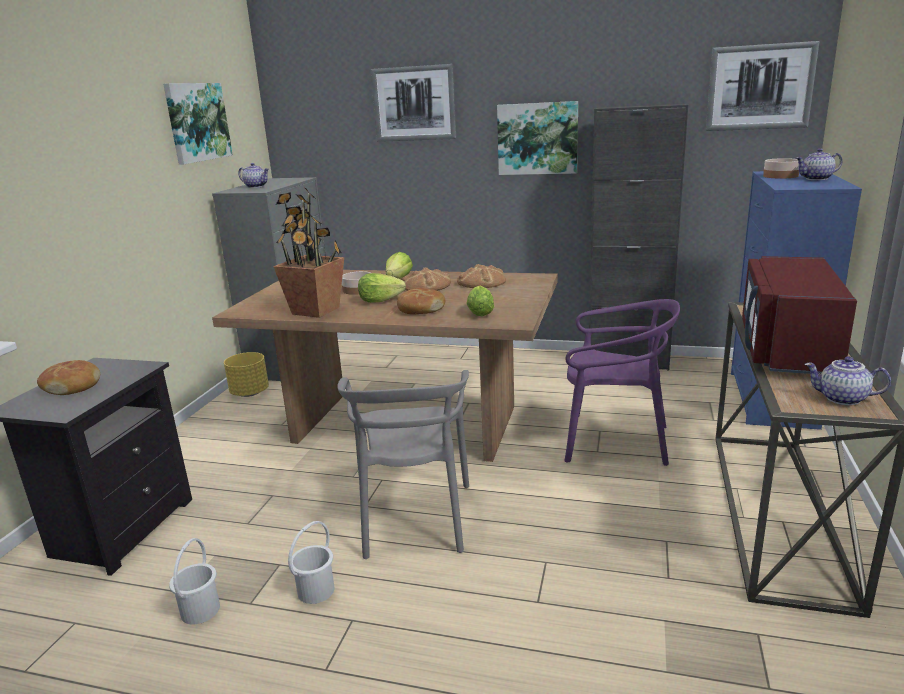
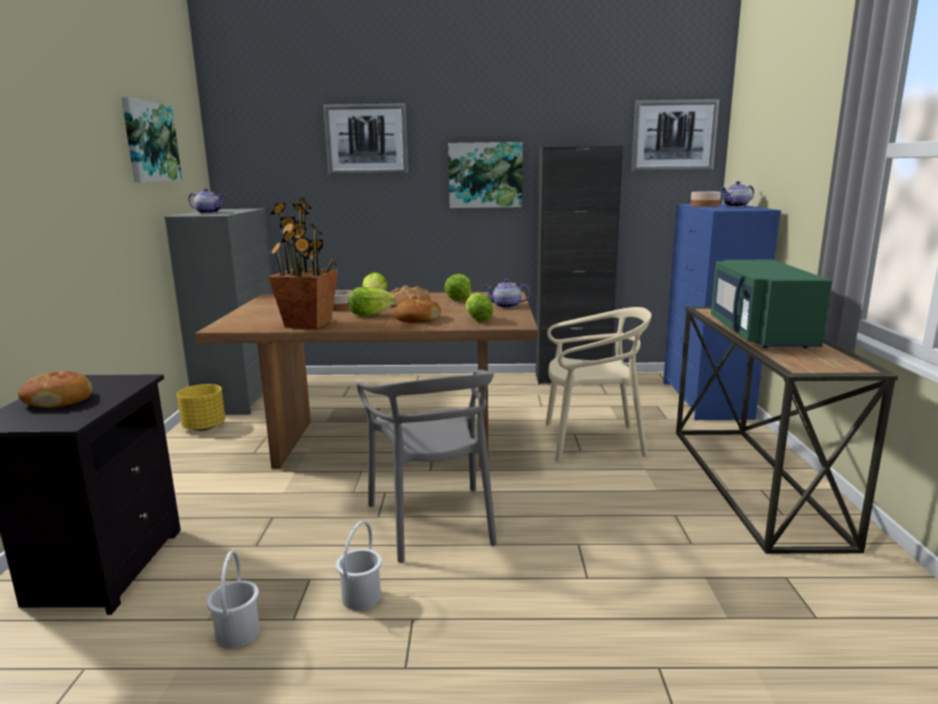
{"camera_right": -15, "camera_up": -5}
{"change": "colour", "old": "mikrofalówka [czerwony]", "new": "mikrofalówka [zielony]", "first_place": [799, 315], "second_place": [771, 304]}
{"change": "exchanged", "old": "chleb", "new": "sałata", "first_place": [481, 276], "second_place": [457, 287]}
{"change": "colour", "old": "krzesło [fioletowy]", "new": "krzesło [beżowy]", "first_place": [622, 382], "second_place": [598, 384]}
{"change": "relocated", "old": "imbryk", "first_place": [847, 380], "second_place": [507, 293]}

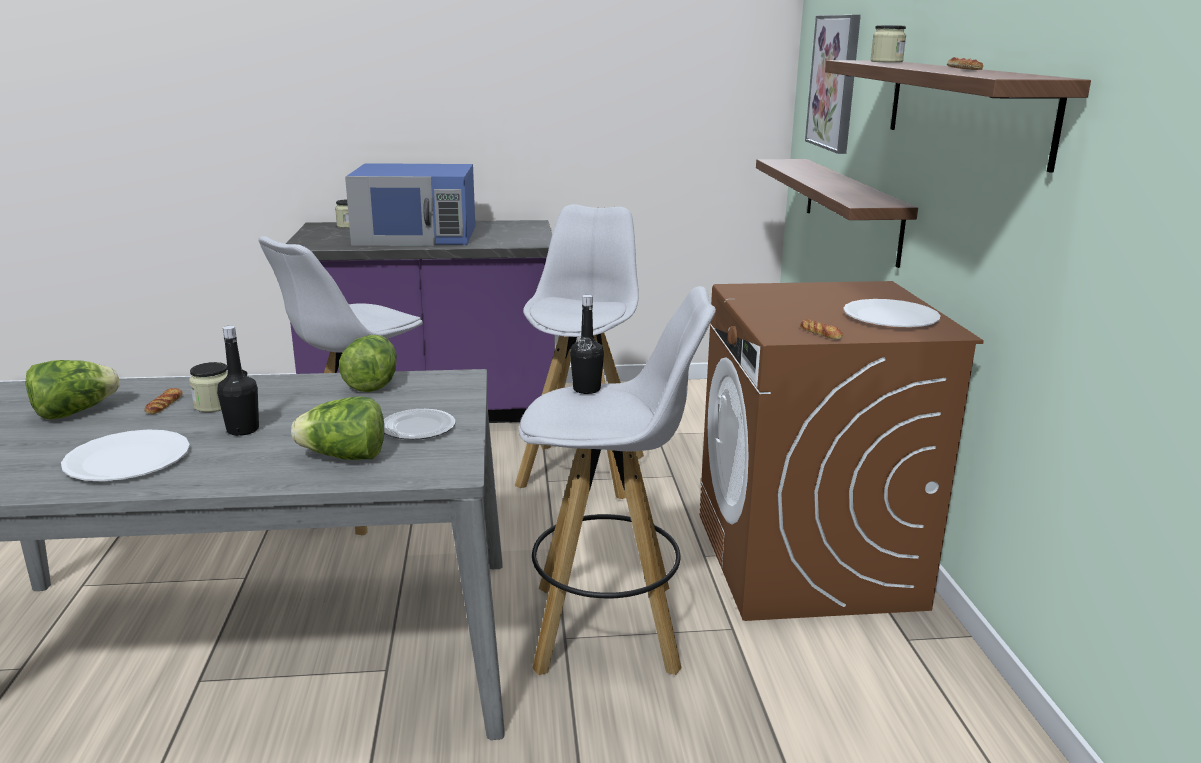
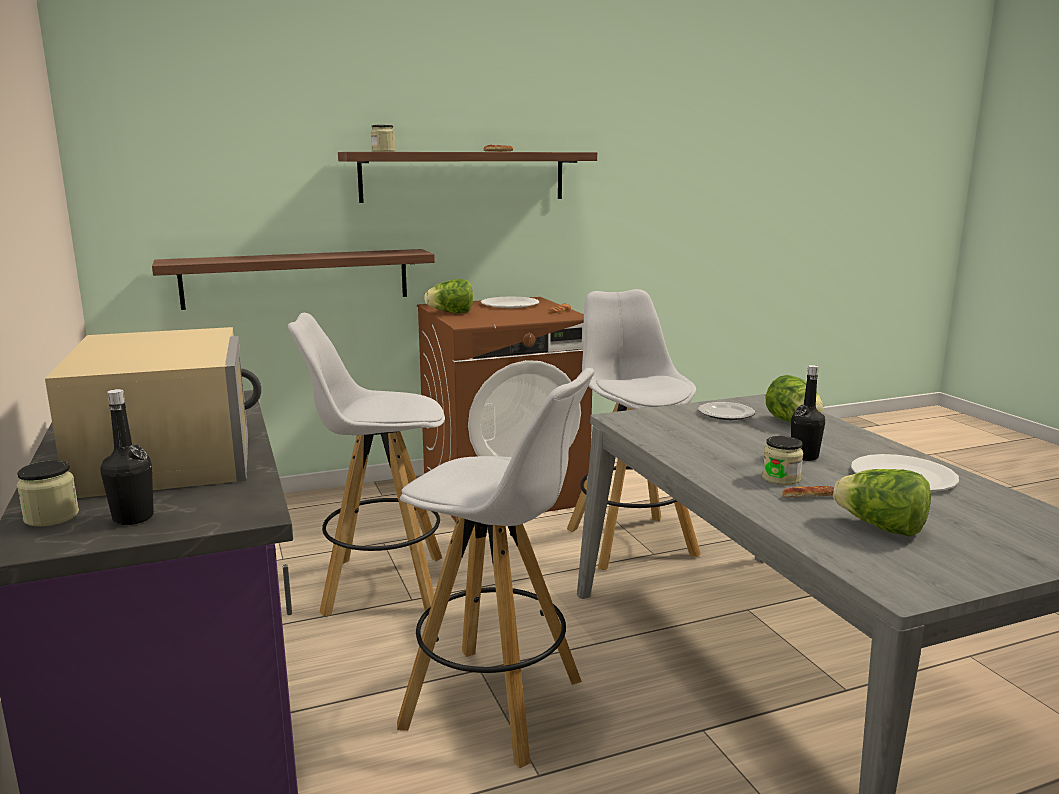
{"camera_right": -105, "camera_up": -5}
{"change": "missing", "old": "obraz", "first_place": [833, 84]}
{"change": "colour", "old": "mikrofalówka [niebieski]", "new": "mikrofalówka [beżowy]", "first_place": [410, 204], "second_place": [153, 412]}
{"change": "relocated", "old": "butelka [czarny]", "first_place": [587, 344], "second_place": [127, 457]}
{"change": "relocated", "old": "sałata", "first_place": [368, 363], "second_place": [448, 296]}

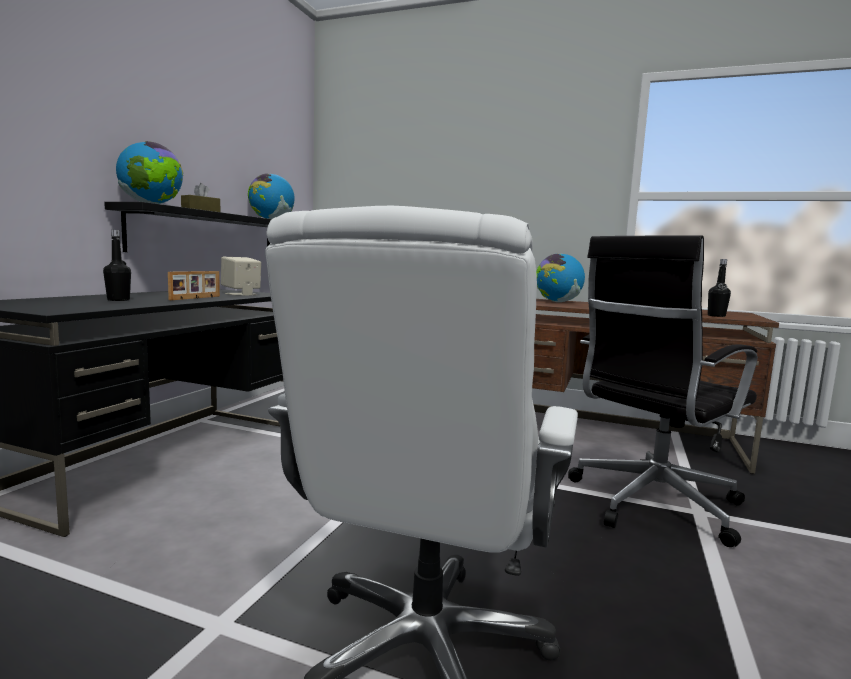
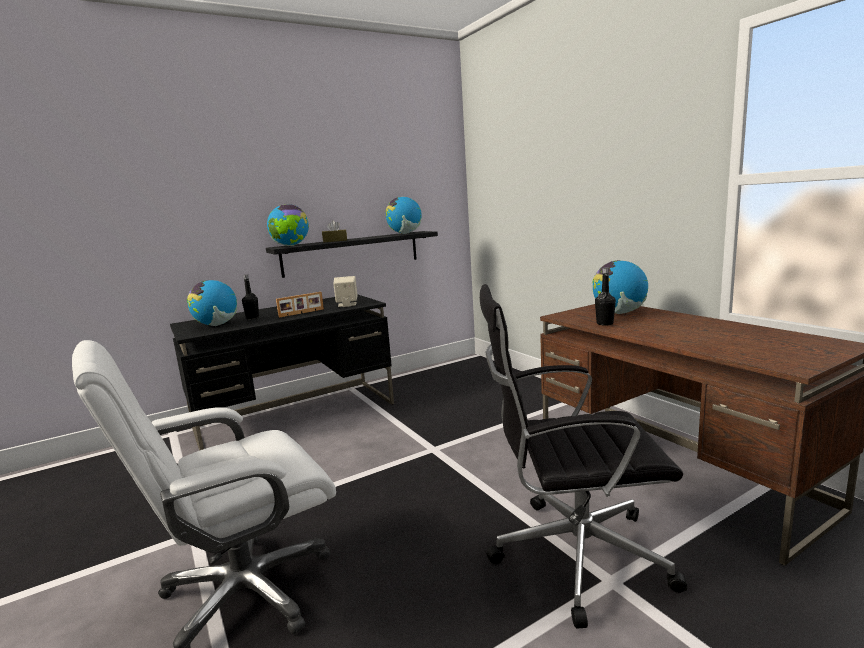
{"camera_right": 40, "camera_up": 5}
{"change": "relocated", "old": "butelka [czarny]", "first_place": [719, 288], "second_place": [605, 296]}
{"change": "appeared", "new": "globus", "second_place": [212, 303]}

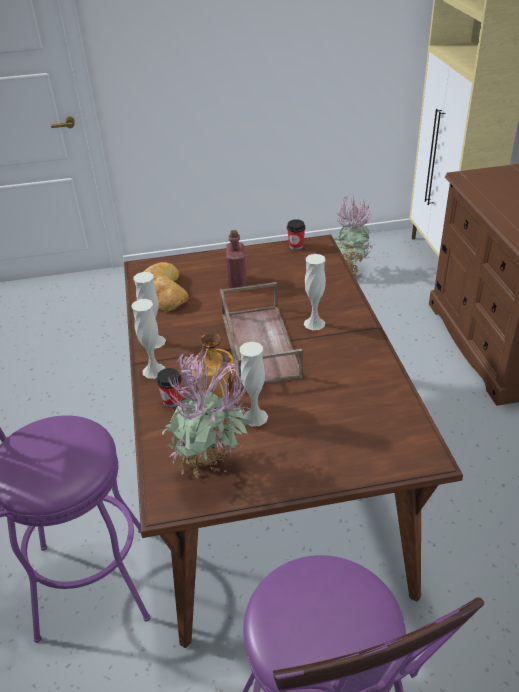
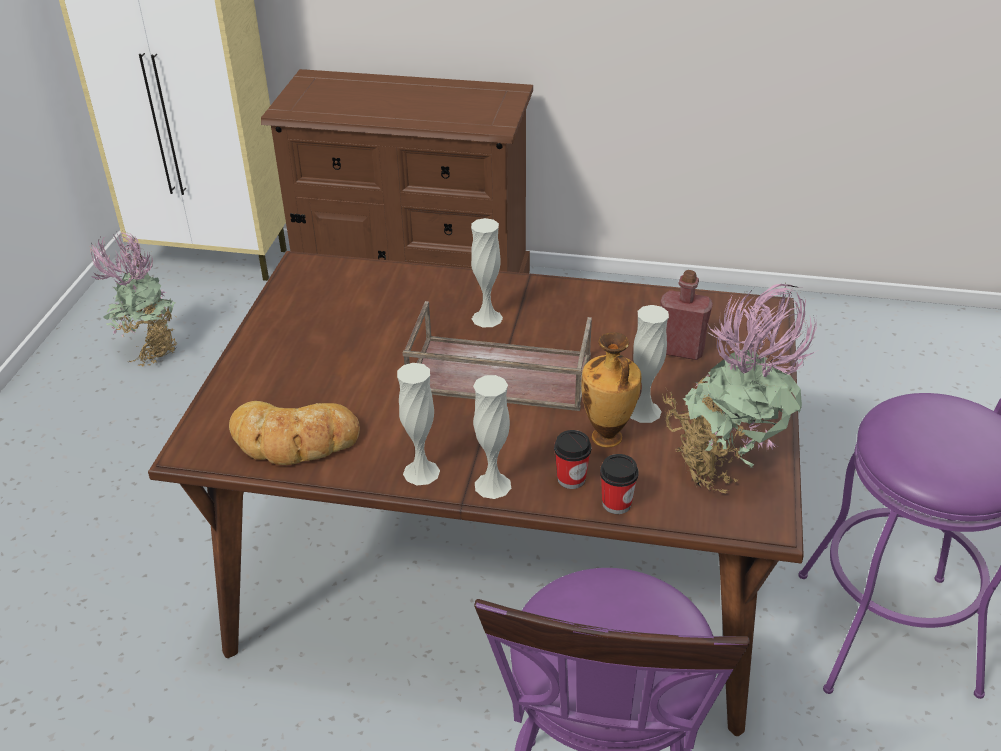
{"camera_right": -70, "camera_up": 0}
{"change": "relocated", "old": "filiżanka", "first_place": [296, 234], "second_place": [619, 484]}
{"change": "relocated", "old": "butelka [czerwony]", "first_place": [236, 259], "second_place": [687, 315]}

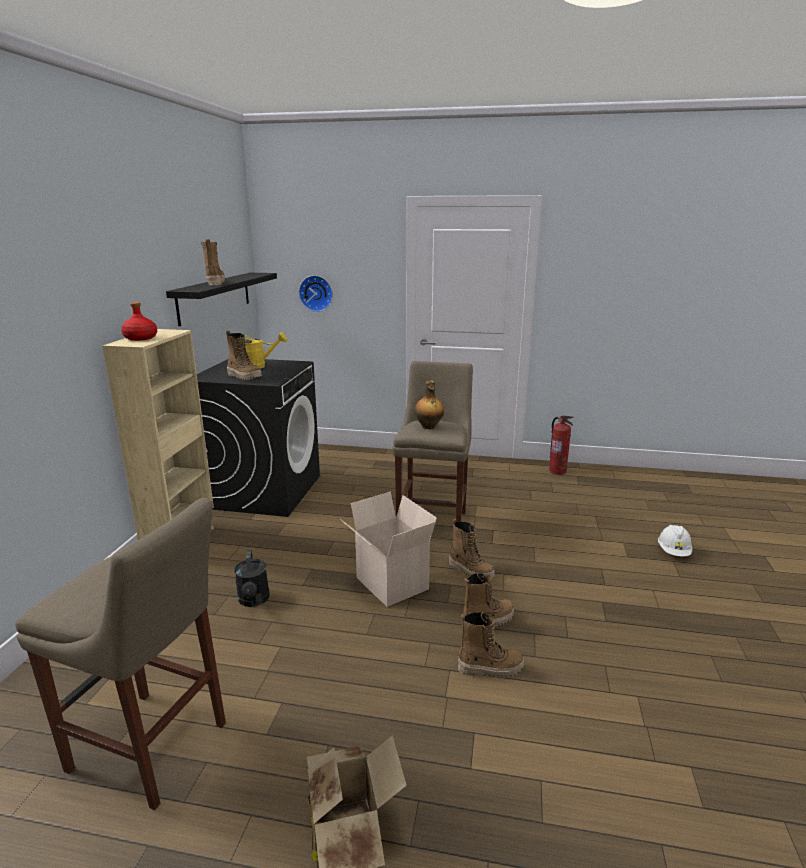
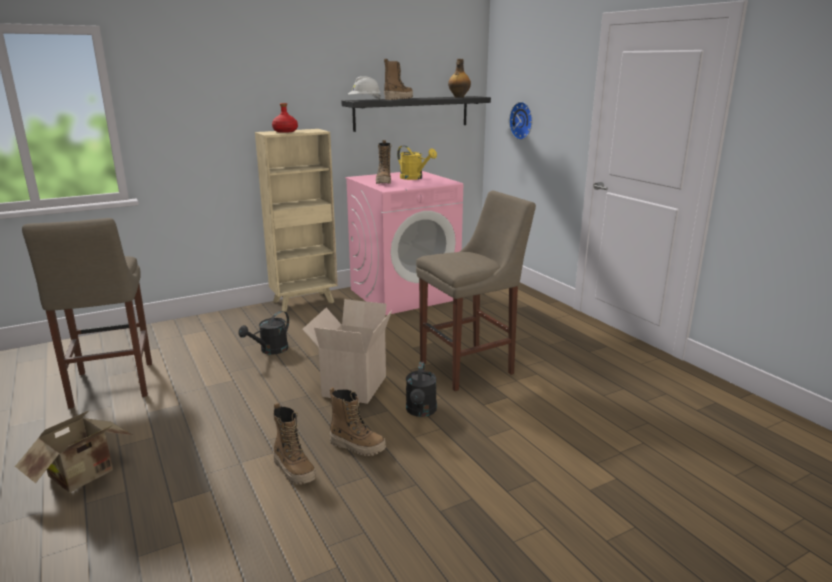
{"camera_right": 50, "camera_up": 0}
{"change": "colour", "old": "pralka [czarny]", "new": "pralka [różowy]", "first_place": [258, 438], "second_place": [404, 243]}
{"change": "relocated", "old": "butelka", "first_place": [429, 405], "second_place": [459, 78]}
{"change": "missing", "old": "gaśnica", "first_place": [561, 445]}
{"change": "exchanged", "old": "but z cholewką", "new": "konewka [czarny]", "first_place": [472, 548], "second_place": [421, 389]}
{"change": "relocated", "old": "kask [biały]", "first_place": [675, 540], "second_place": [364, 88]}

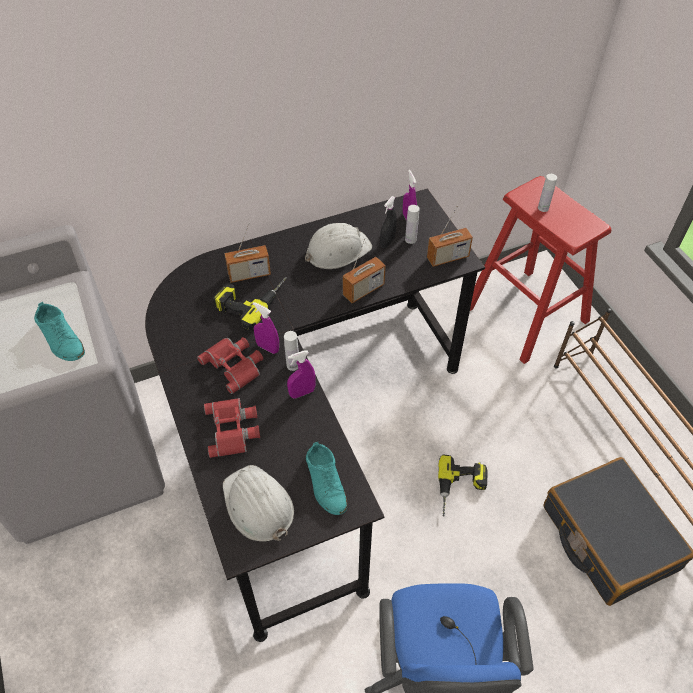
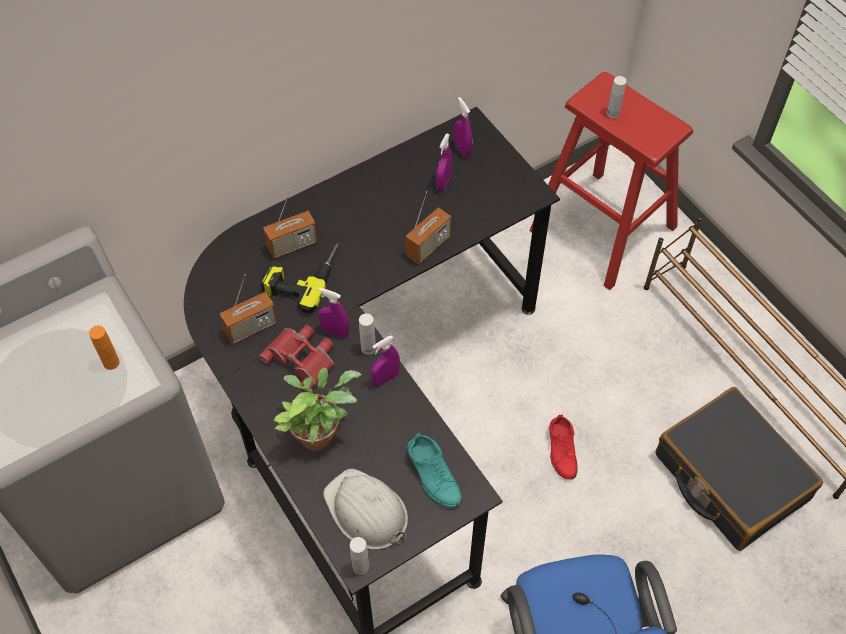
{"camera_right": -10, "camera_up": 5}
{"change": "colour", "old": "spryskiwacz [czarny]", "new": "spryskiwacz [fioletowy]", "first_place": [388, 222], "second_place": [444, 162]}
{"change": "relocated", "old": "butelka [biały]", "first_place": [412, 224], "second_place": [359, 556]}
{"change": "relocated", "old": "radio", "first_place": [450, 236], "second_place": [249, 309]}
{"change": "missing", "old": "kask [biały]", "first_place": [338, 246]}
{"change": "exchanged", "old": "but [turkusowy]", "new": "butelka [pomarańczowy]", "first_place": [59, 331], "second_place": [104, 347]}
{"change": "exchanged", "old": "lornetka [czerwony]", "new": "roślina doniczkowa", "first_place": [232, 428], "second_place": [318, 409]}
{"change": "exchanged", "old": "wiertarka", "new": "but [czerwony]", "first_place": [462, 485], "second_place": [563, 447]}

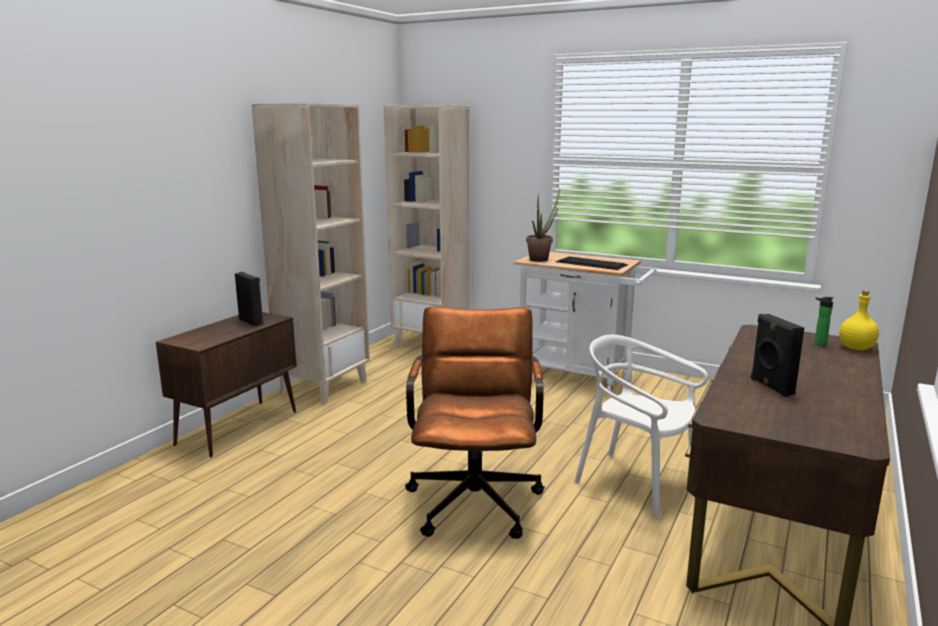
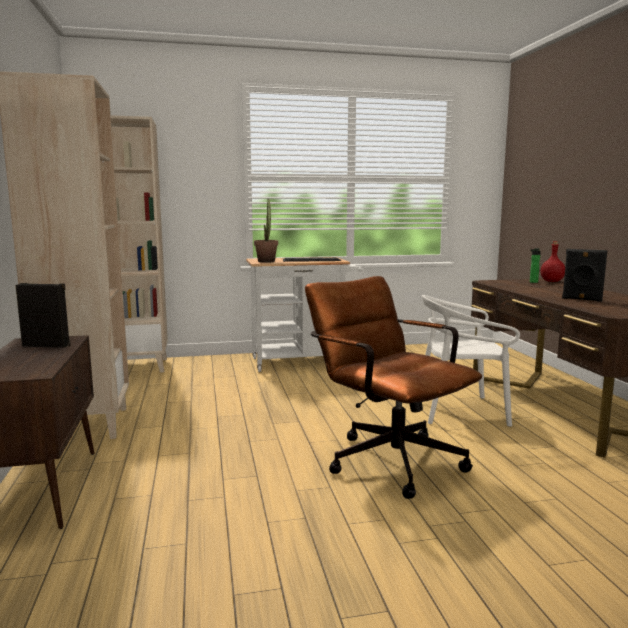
{"camera_right": -40, "camera_up": -5}
{"change": "colour", "old": "butelka [żółty]", "new": "butelka [czerwony]", "first_place": [859, 320], "second_place": [553, 261]}

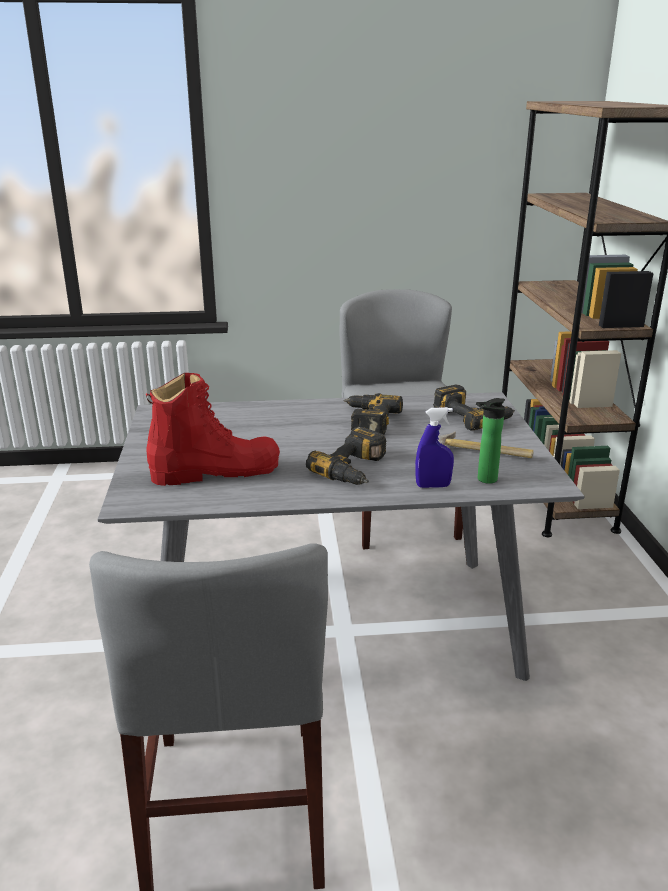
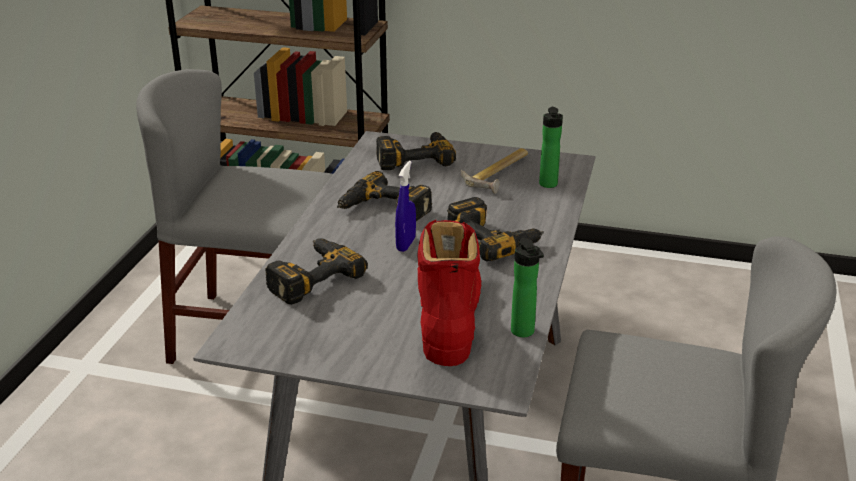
{"camera_right": -70, "camera_up": 5}
{"change": "relocated", "old": "spryskiwacz [niebieski]", "first_place": [434, 447], "second_place": [405, 206]}
{"change": "appeared", "new": "wiertarka", "second_place": [316, 271]}
{"change": "appeared", "new": "butelka", "second_place": [527, 287]}

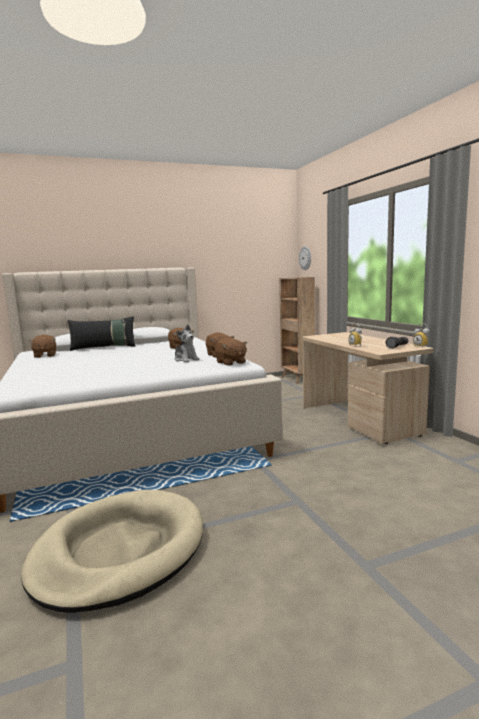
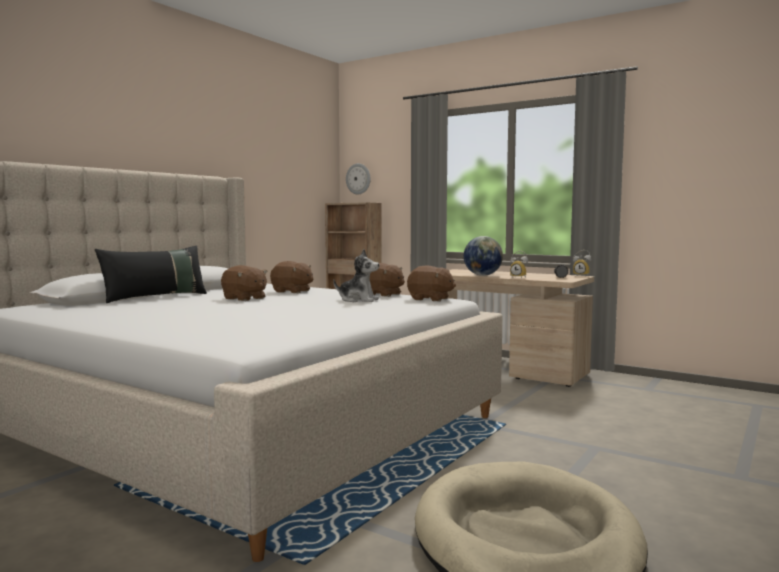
{"camera_right": -35, "camera_up": -5}
{"change": "relocated", "old": "pluszak [brązowy]", "first_place": [42, 346], "second_place": [244, 283]}
{"change": "appeared", "new": "globus", "second_place": [483, 256]}

